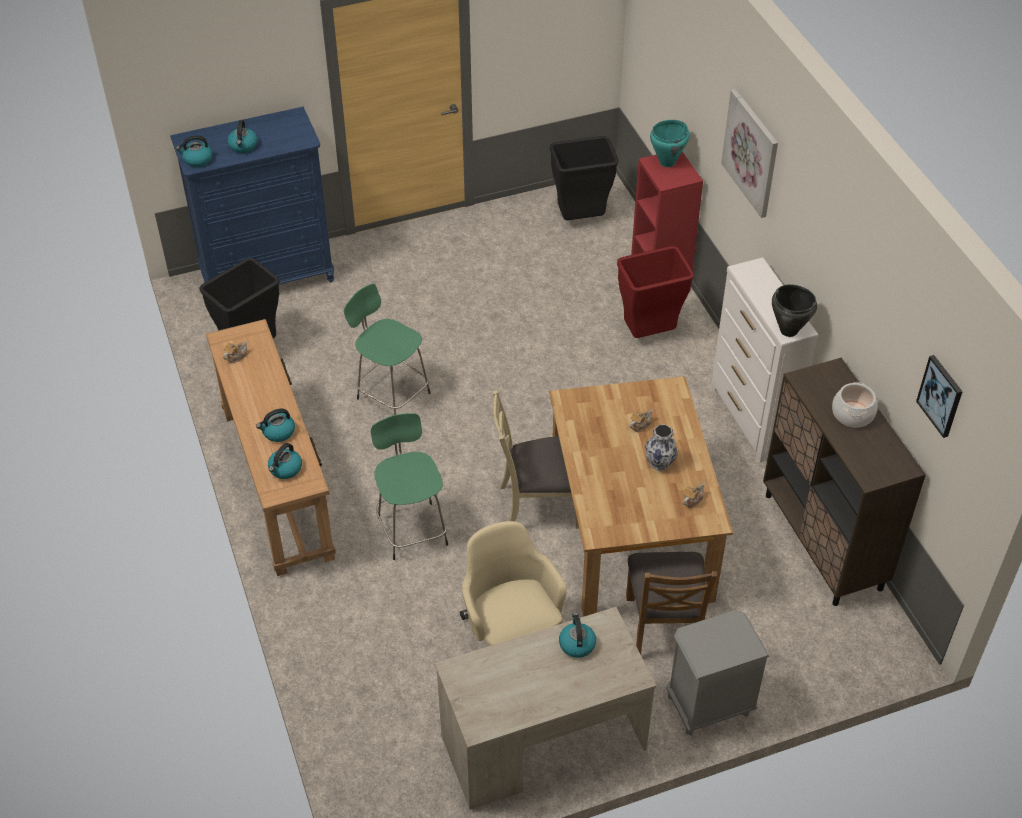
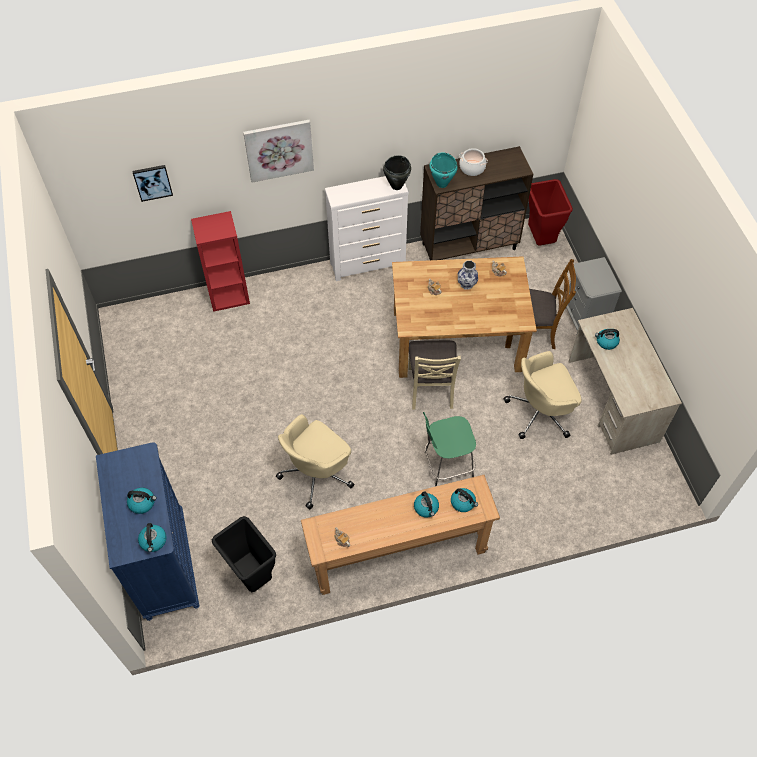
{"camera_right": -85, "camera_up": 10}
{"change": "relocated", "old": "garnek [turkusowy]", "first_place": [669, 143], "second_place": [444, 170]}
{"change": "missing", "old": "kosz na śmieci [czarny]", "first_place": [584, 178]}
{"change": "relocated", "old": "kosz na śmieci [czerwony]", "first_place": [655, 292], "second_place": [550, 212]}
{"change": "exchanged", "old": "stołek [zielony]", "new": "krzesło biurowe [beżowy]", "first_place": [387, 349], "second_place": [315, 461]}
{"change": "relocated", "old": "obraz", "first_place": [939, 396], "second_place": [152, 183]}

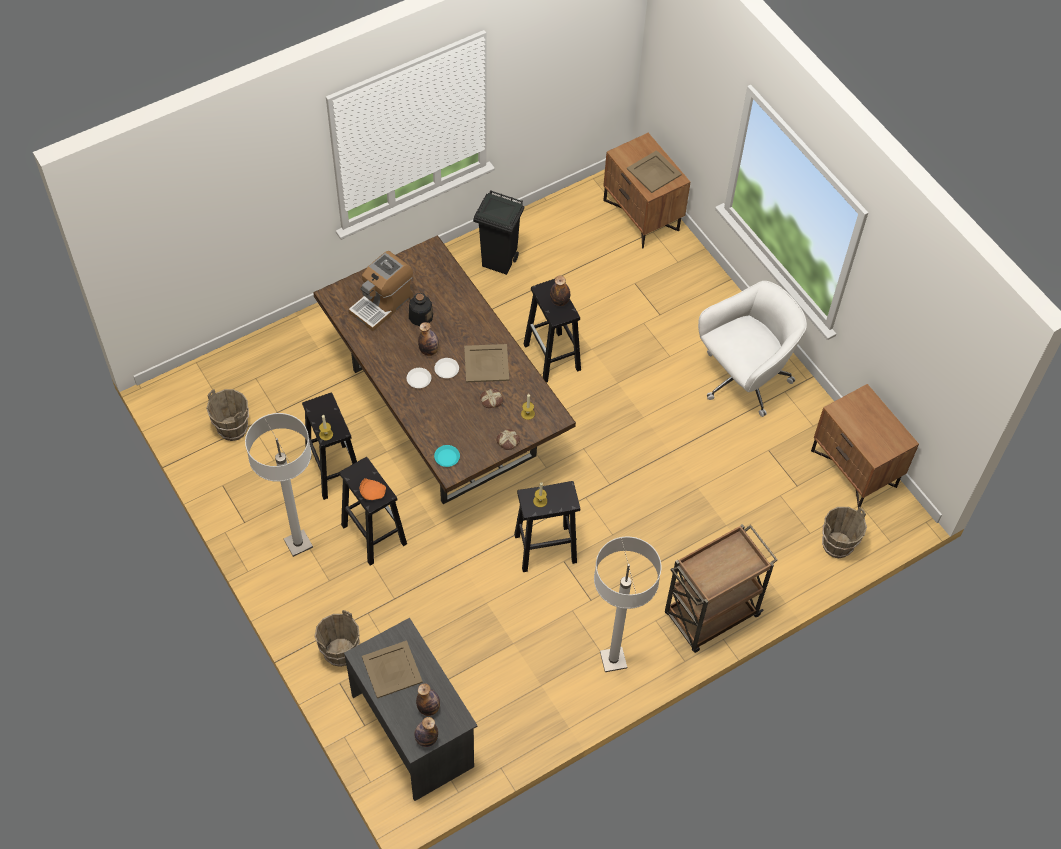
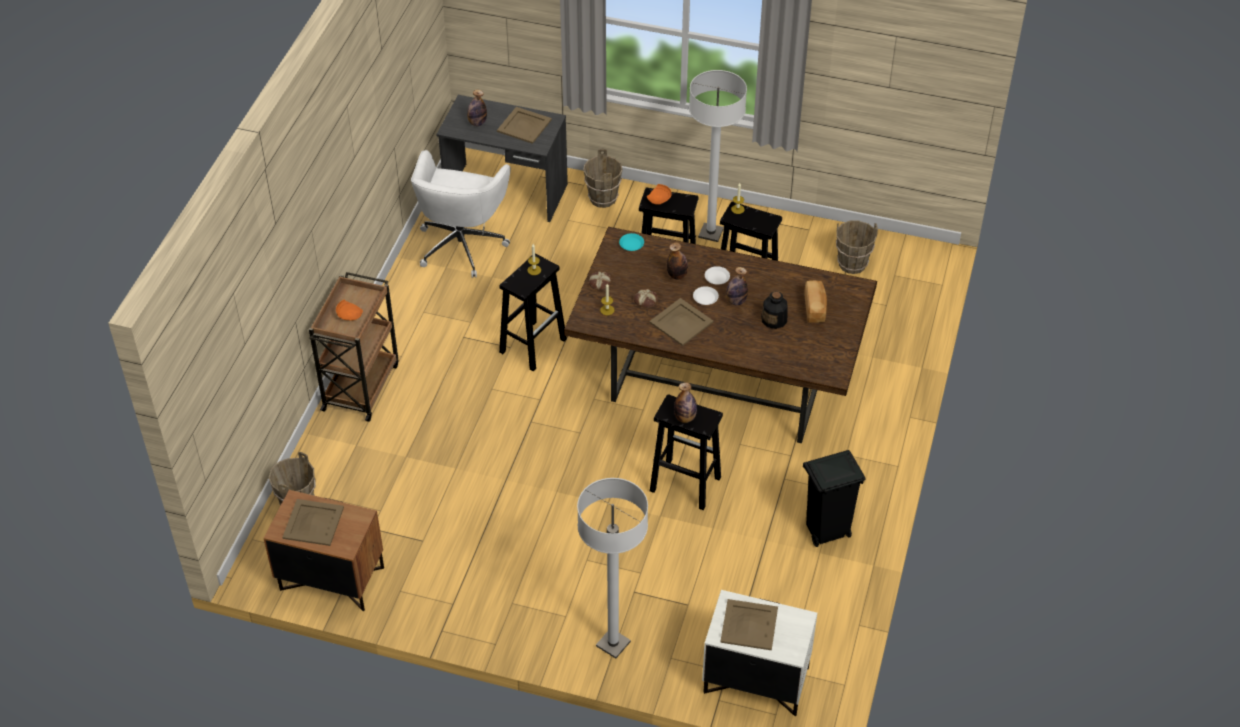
{"camera_right": 140, "camera_up": -10}
{"change": "colour", "old": "szafka nocna [brązowy]", "new": "szafka nocna [biały]", "first_place": [646, 190], "second_place": [759, 653]}
{"change": "exchanged", "old": "ekspres do kawy", "new": "chleb", "first_place": [380, 291], "second_place": [816, 302]}
{"change": "relocated", "old": "krzesło biurowe [biały]", "first_place": [752, 349], "second_place": [461, 214]}
{"change": "relocated", "old": "lampa stojąca [biały]", "first_place": [627, 604], "second_place": [612, 568]}
{"change": "relocated", "old": "butelka", "first_place": [426, 732], "second_place": [677, 261]}
{"change": "appeared", "new": "talerz [pomarańczowy]", "second_place": [349, 310]}
{"change": "appeared", "new": "taca [beżowy]", "second_place": [313, 522]}

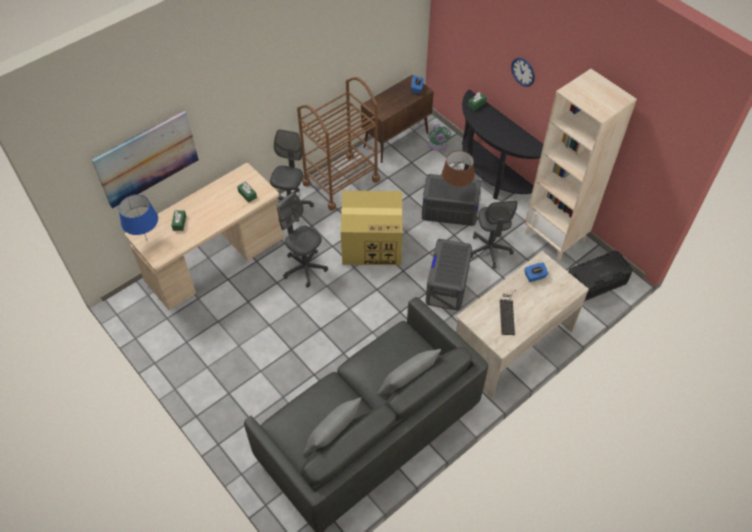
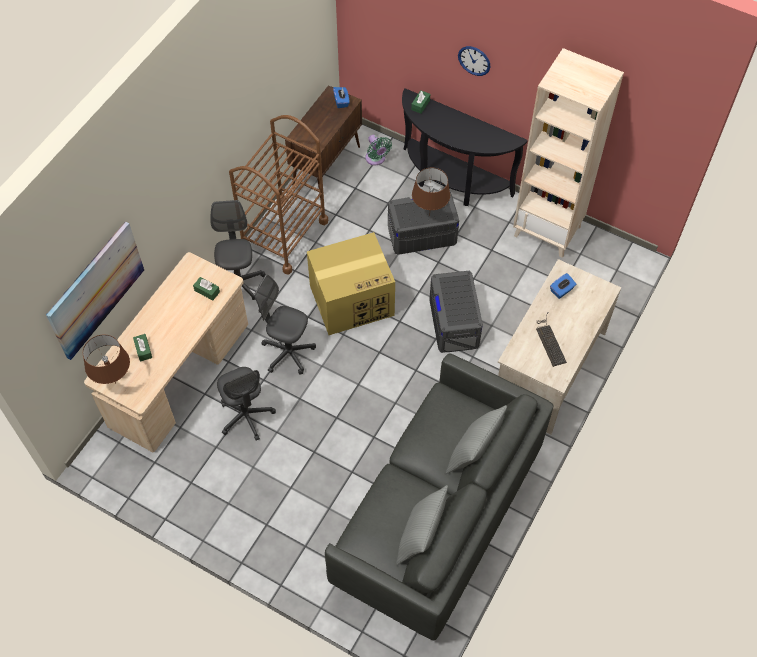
{"camera_right": -20, "camera_up": 5}
{"change": "colour", "old": "lampa stołowa [niebieski]", "new": "lampa stołowa [brązowy]", "first_place": [138, 217], "second_place": [106, 359]}
{"change": "relocated", "old": "krzesło biurowe [szary]", "first_place": [494, 235], "second_place": [246, 404]}
{"change": "missing", "old": "pojemnik do przechowywania [czarny]", "first_place": [600, 276]}

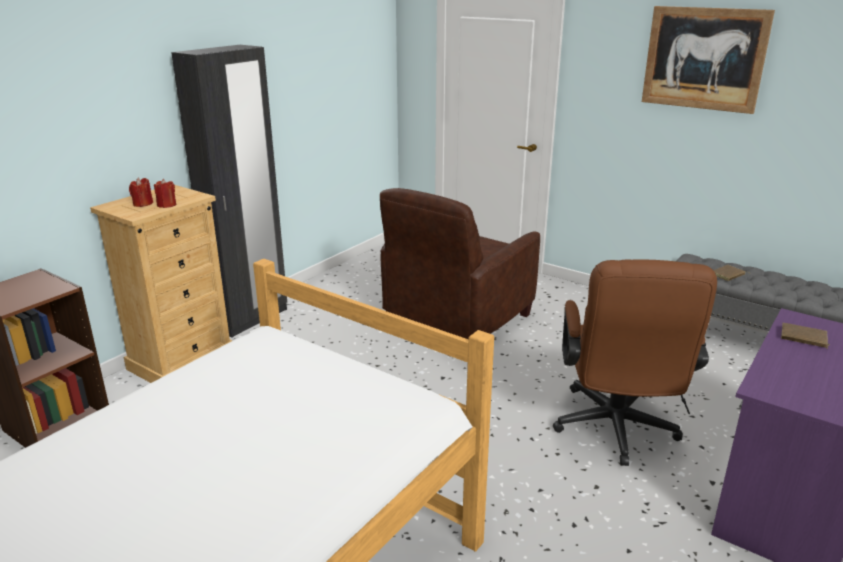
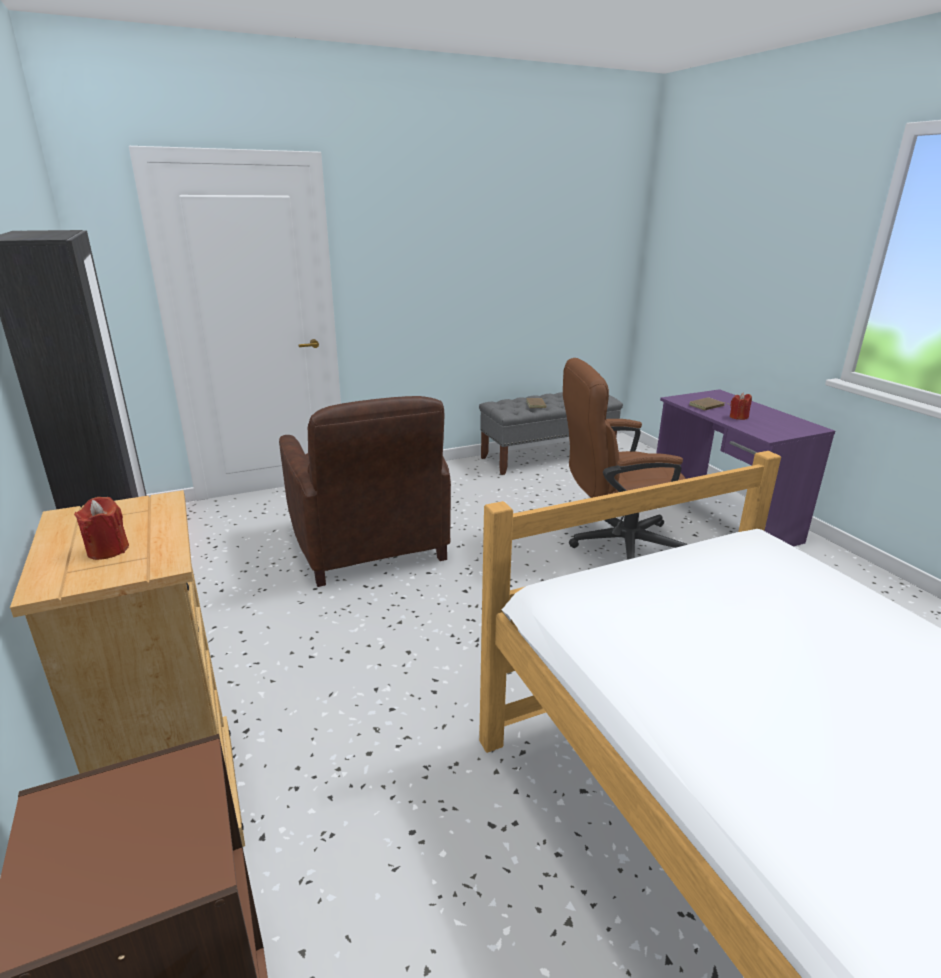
{"camera_right": -60, "camera_up": 0}
{"change": "missing", "old": "obraz", "first_place": [708, 60]}
{"change": "relocated", "old": "świeca [czerwony]", "first_place": [165, 193], "second_place": [741, 406]}
{"change": "spun", "old": "krzesło biurowe [brązowy]", "first_place": [635, 363], "second_place": [625, 459], "degrees": 135}

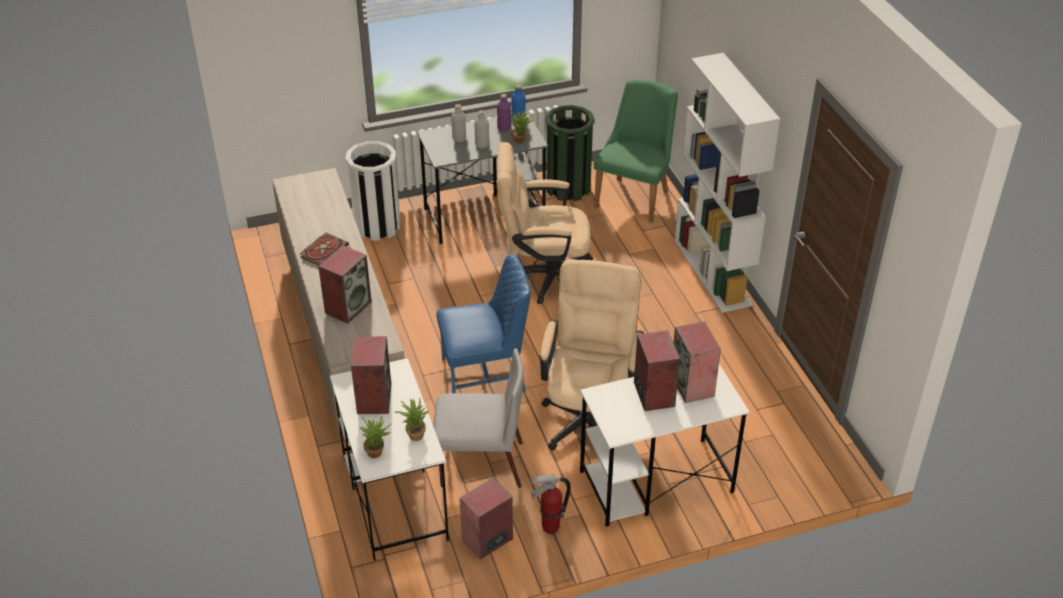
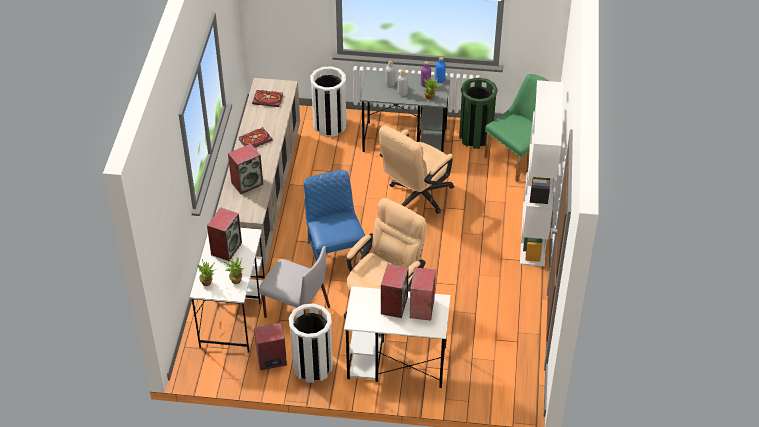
{"camera_right": 25, "camera_up": 5}
{"change": "spun", "old": "krzesło biurowe [beżowy]", "first_place": [545, 223], "second_place": [416, 169], "degrees": -75}
{"change": "spun", "old": "krzesło [niebieski]", "first_place": [483, 323], "second_place": [334, 215], "degrees": -120}
{"change": "exchanged", "old": "gaśnica", "new": "kosz na śmieci [biały]", "first_place": [550, 504], "second_place": [311, 343]}
{"change": "appeared", "new": "książka", "second_place": [267, 98]}

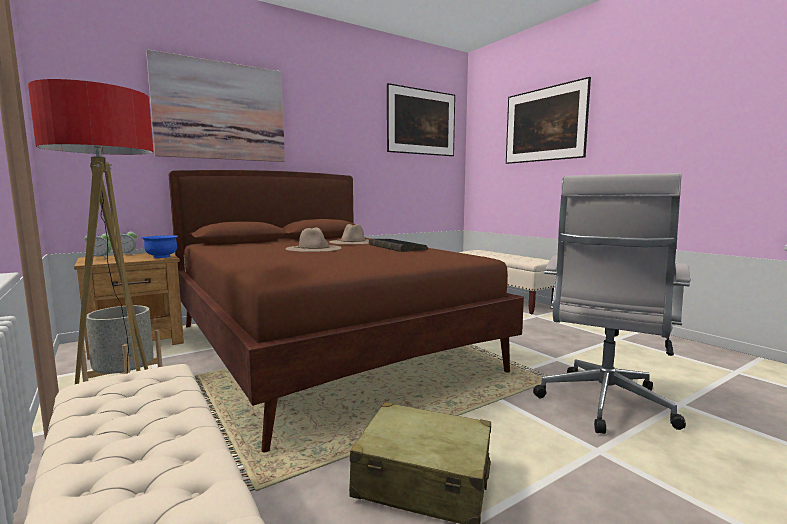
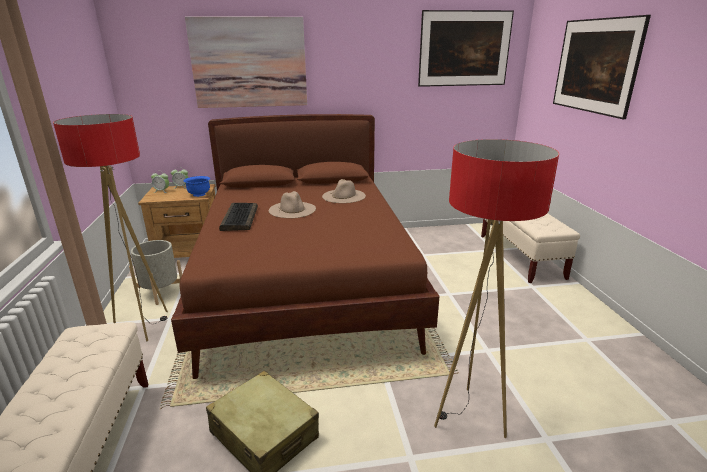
{"camera_right": 25, "camera_up": 15}
{"change": "exchanged", "old": "krzesło biurowe [biały]", "new": "lampa stojąca", "first_place": [611, 303], "second_place": [496, 288]}
{"change": "relocated", "old": "klawiatura", "first_place": [398, 245], "second_place": [238, 217]}

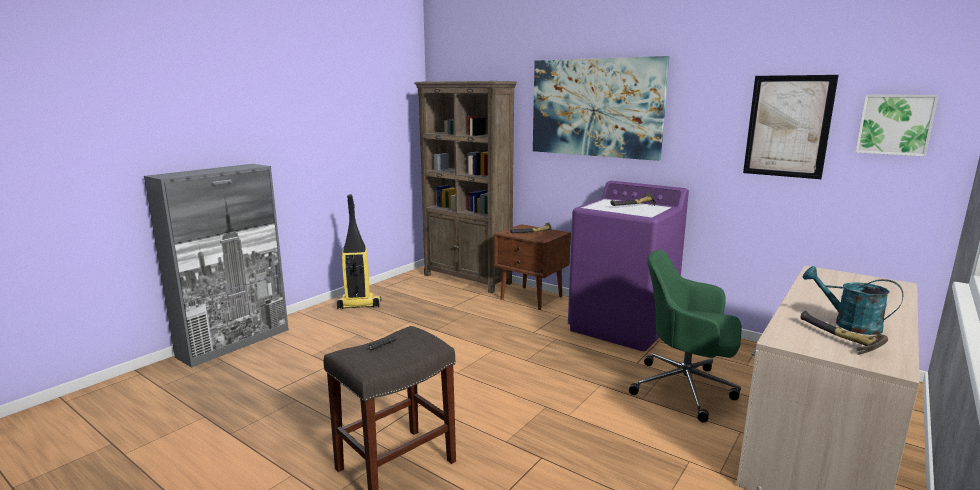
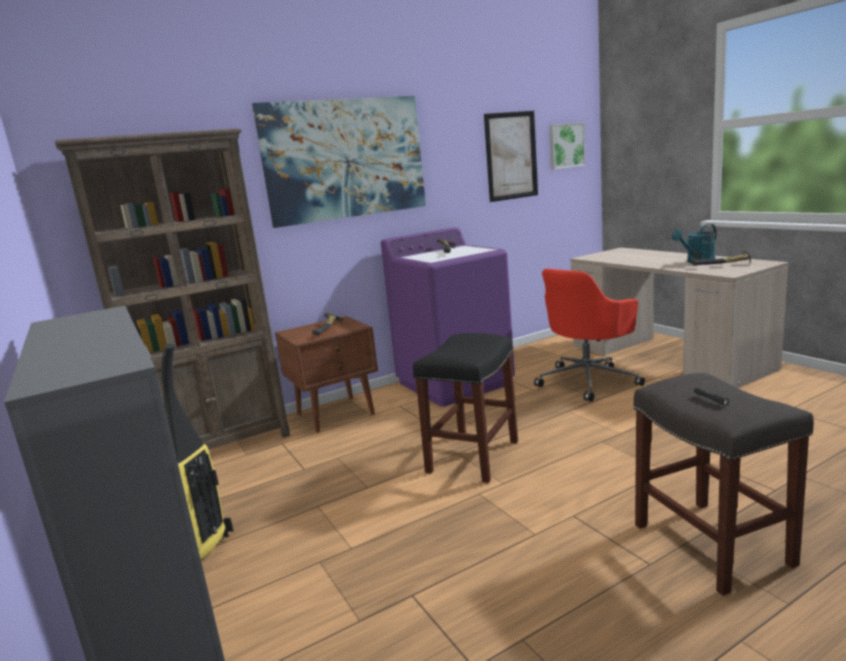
{"camera_right": -65, "camera_up": 0}
{"change": "colour", "old": "krzesło biurowe [zielony]", "new": "krzesło biurowe [czerwony]", "first_place": [685, 336], "second_place": [589, 335]}
{"change": "appeared", "new": "stołek [czarny]", "second_place": [465, 408]}

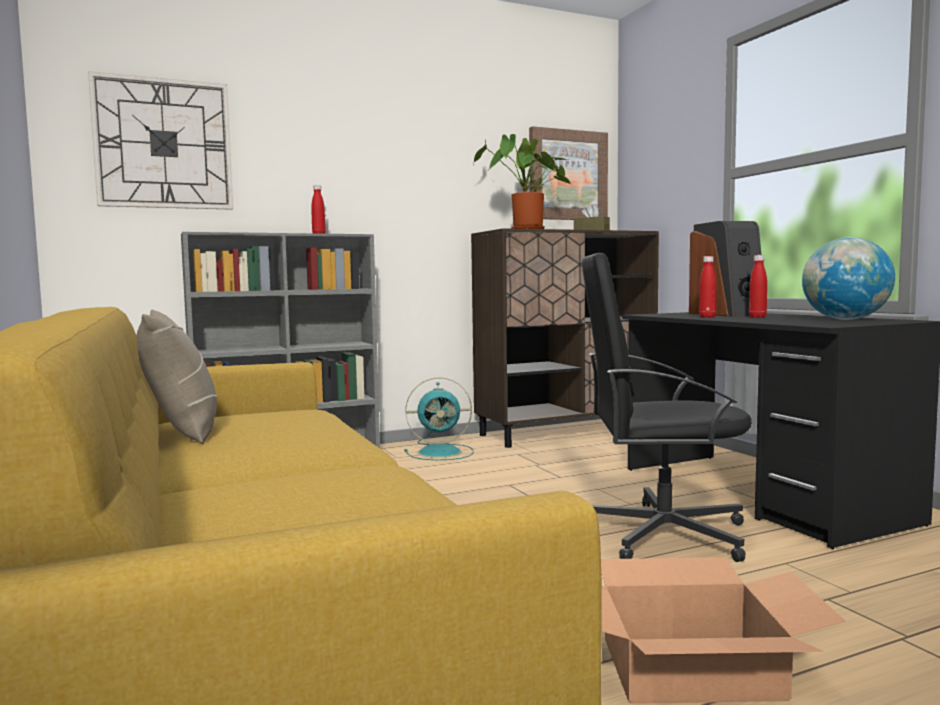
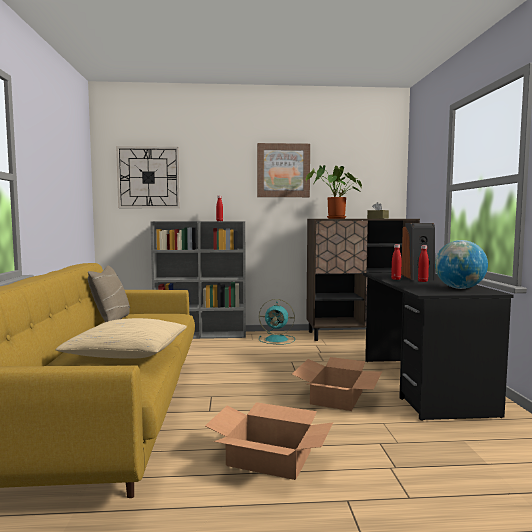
{"camera_right": 20, "camera_up": 0}
{"change": "relocated", "old": "obraz", "first_place": [568, 173], "second_place": [283, 170]}
{"change": "exchanged", "old": "krzesło biurowe [czarny]", "new": "karton", "first_place": [667, 407], "second_place": [337, 384]}
{"change": "appeared", "new": "poduszka [beżowy]", "second_place": [121, 338]}

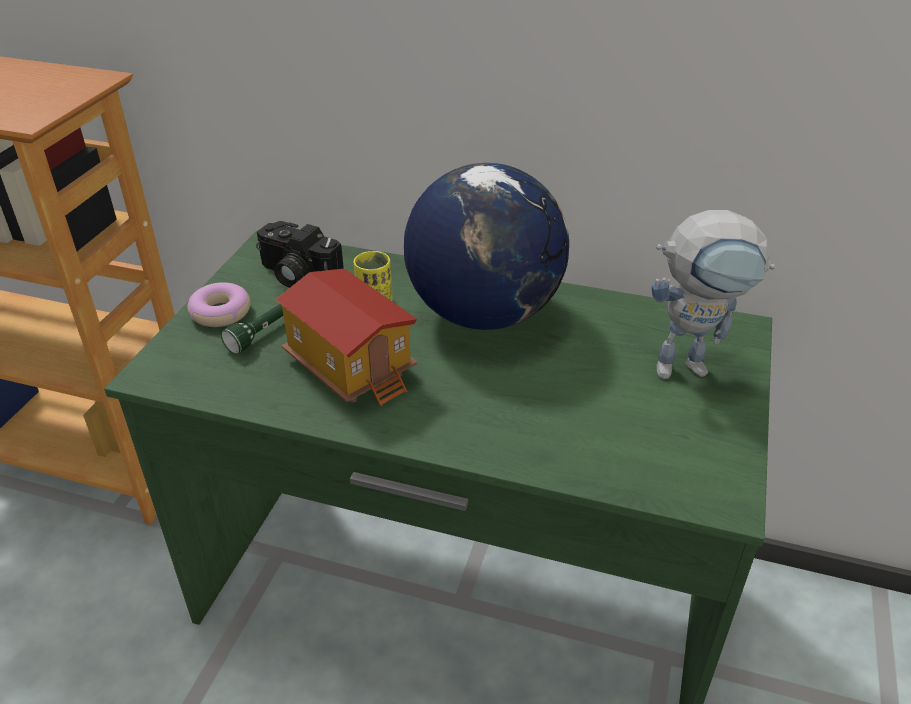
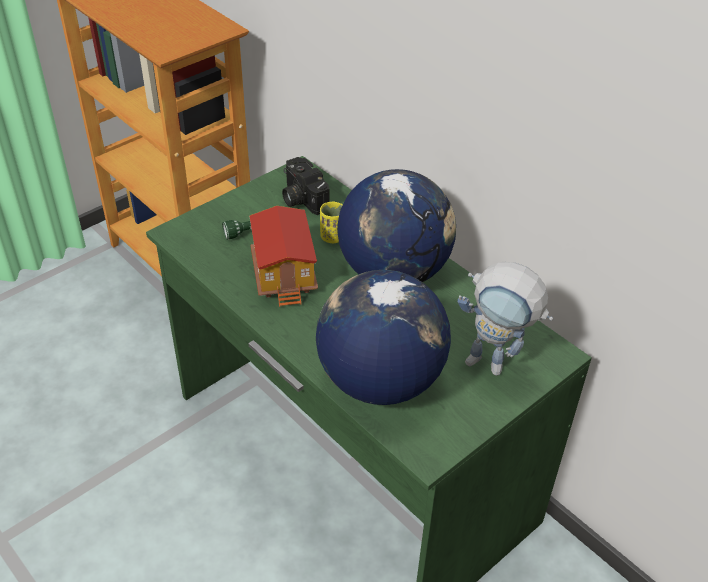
{"camera_right": 30, "camera_up": 5}
{"change": "missing", "old": "donut", "first_place": [219, 304]}
{"change": "appeared", "new": "globus", "second_place": [383, 337]}

